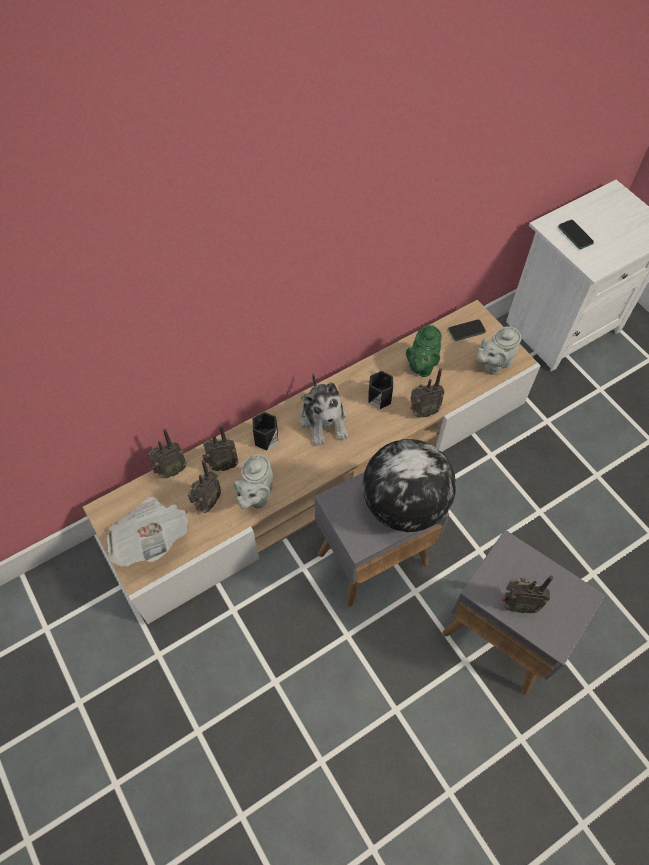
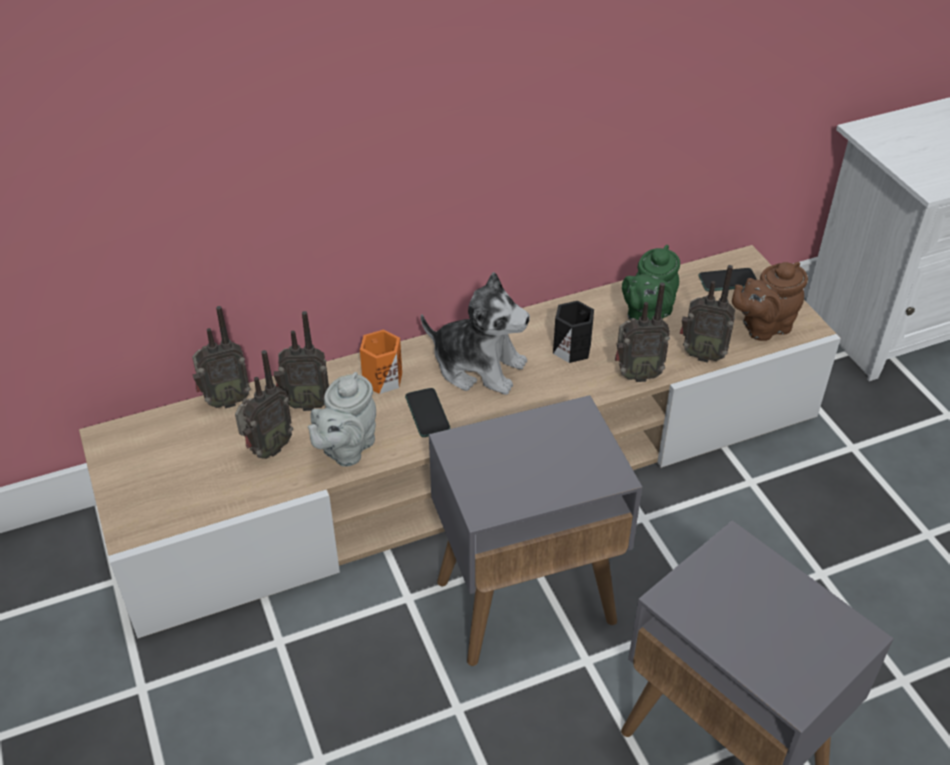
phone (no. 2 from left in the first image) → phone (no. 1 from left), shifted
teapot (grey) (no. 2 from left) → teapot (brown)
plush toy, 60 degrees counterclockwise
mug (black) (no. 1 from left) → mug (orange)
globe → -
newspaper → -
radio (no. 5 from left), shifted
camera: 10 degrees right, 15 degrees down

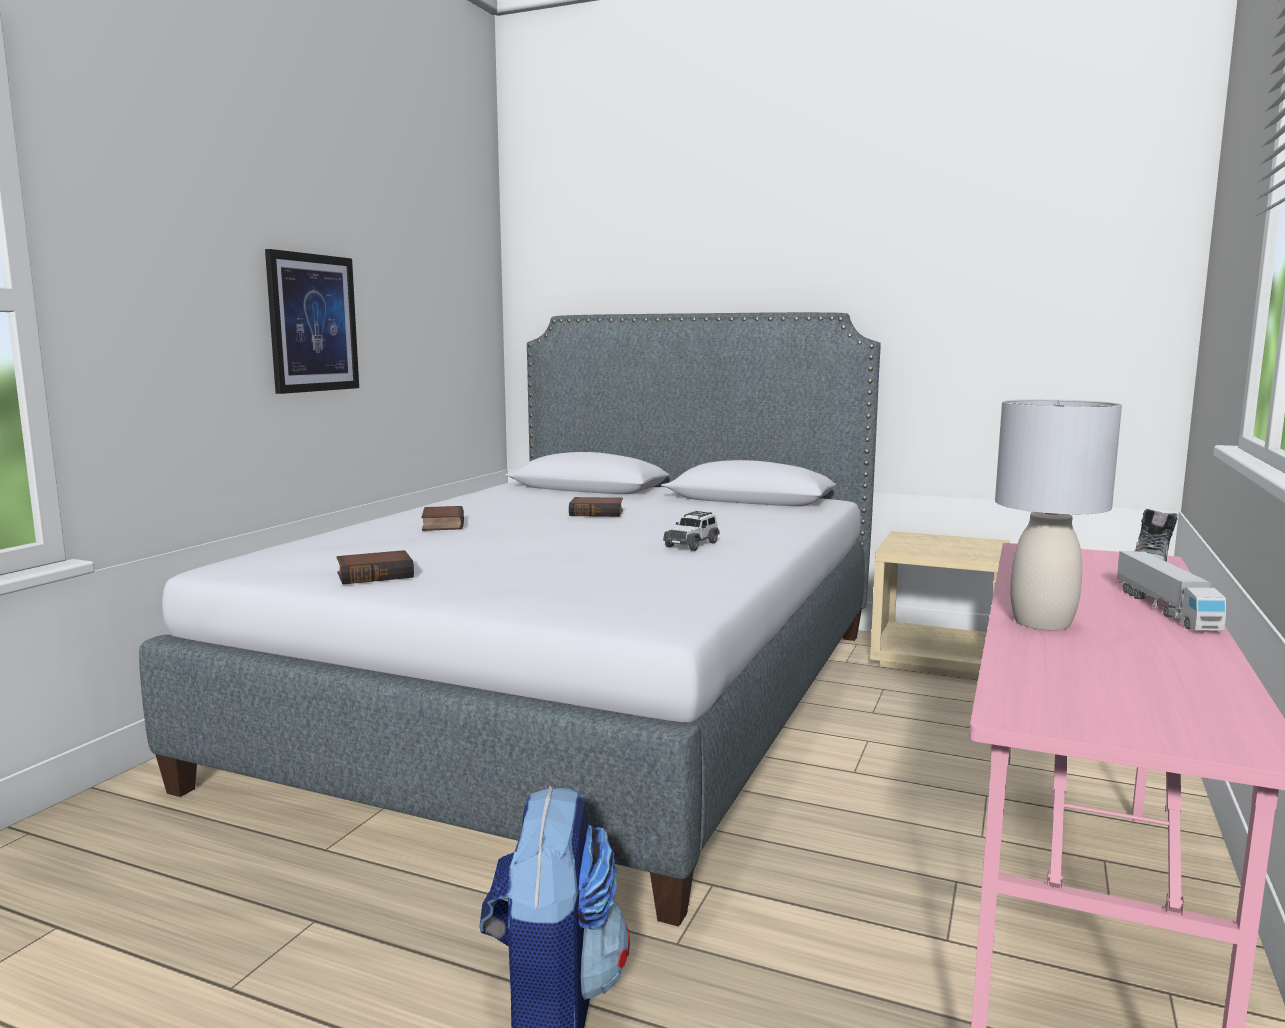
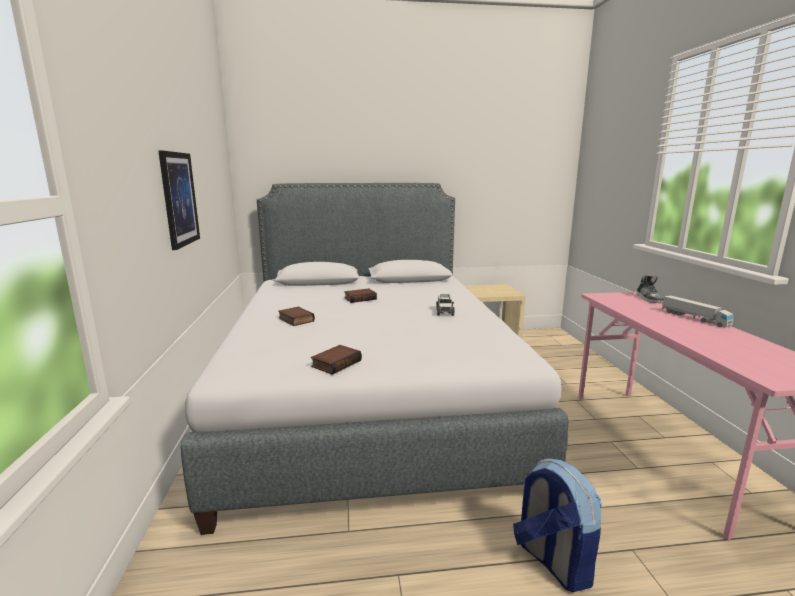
table lamp (grey) → -
camera: 30 degrees left, 5 degrees up

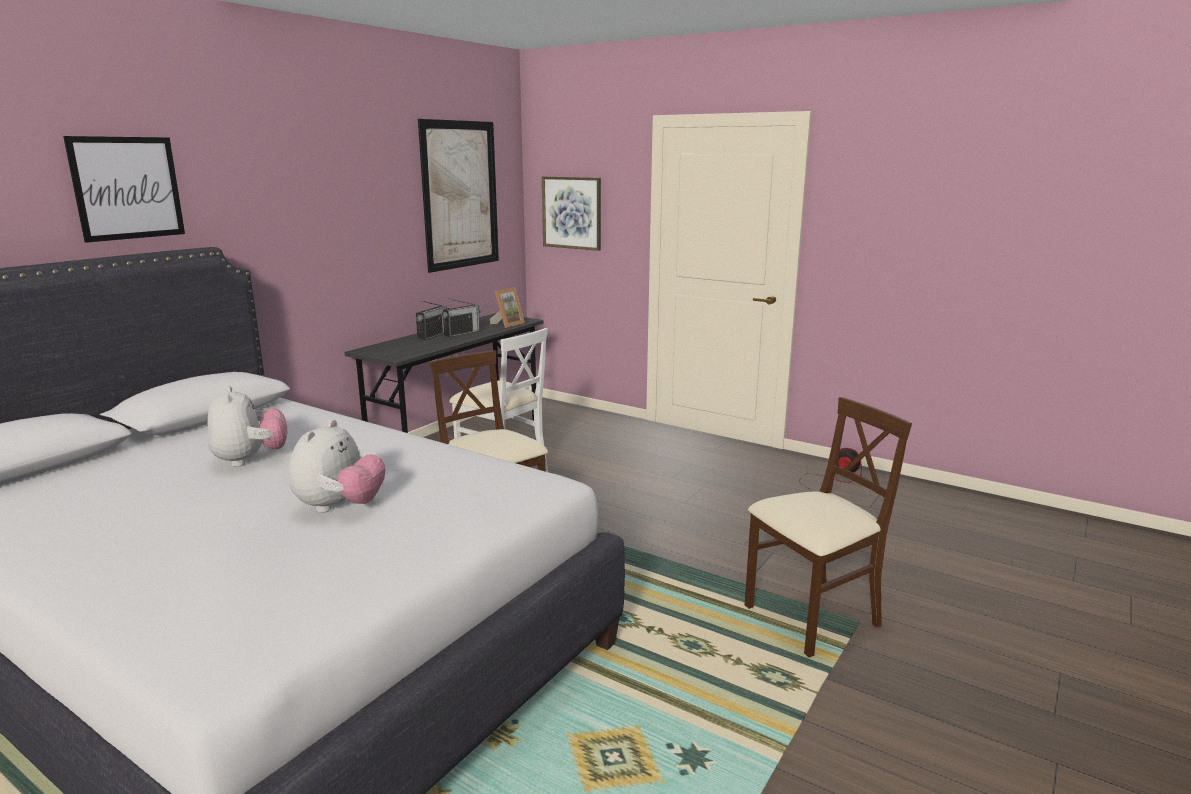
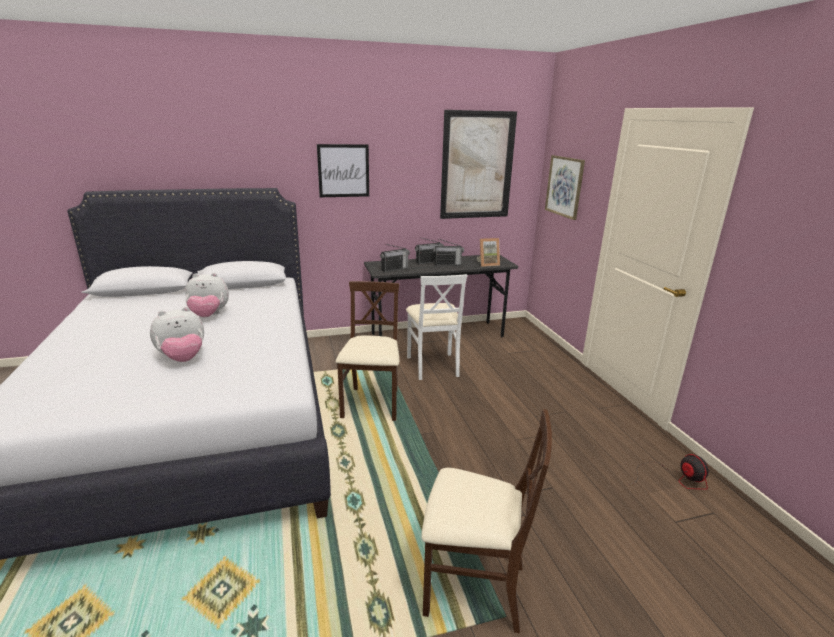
picture (no. 1 from left), shifted
plush toy (no. 1 from left in the first image) → plush toy (no. 2 from left), 60 degrees clockwise
- → radio (no. 1 from left)
camera: 40 degrees right, 5 degrees up

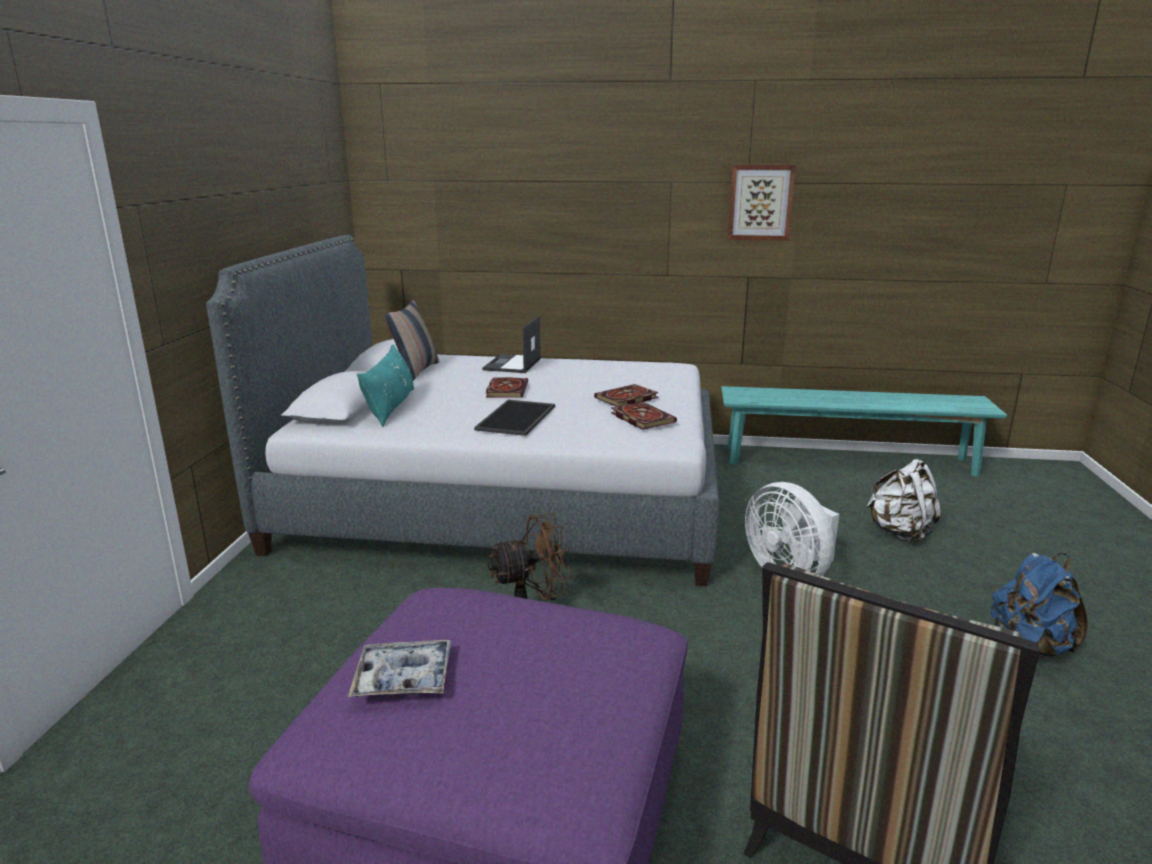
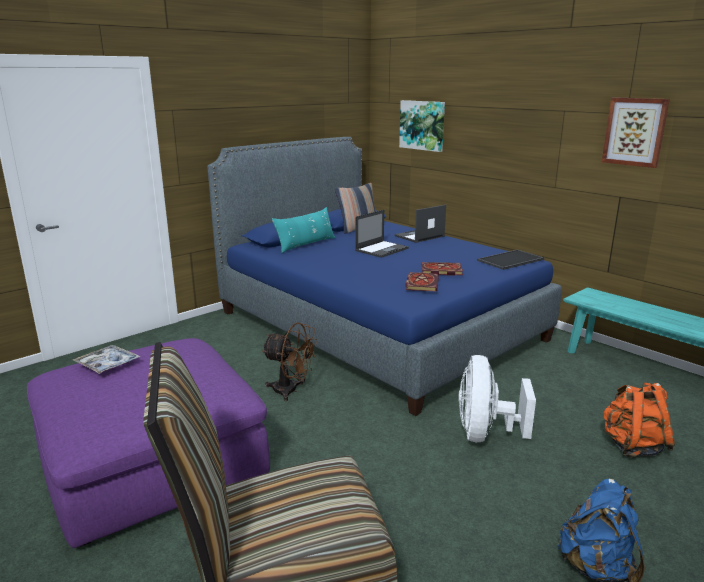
bed (grey) → bed (blue)
book (no. 1 from left) → laptop (no. 1 from left)
tray (no. 2 from left), shifted
backpack (white) → backpack (orange)
- → picture (no. 1 from left)
camera: 40 degrees right, 0 degrees up

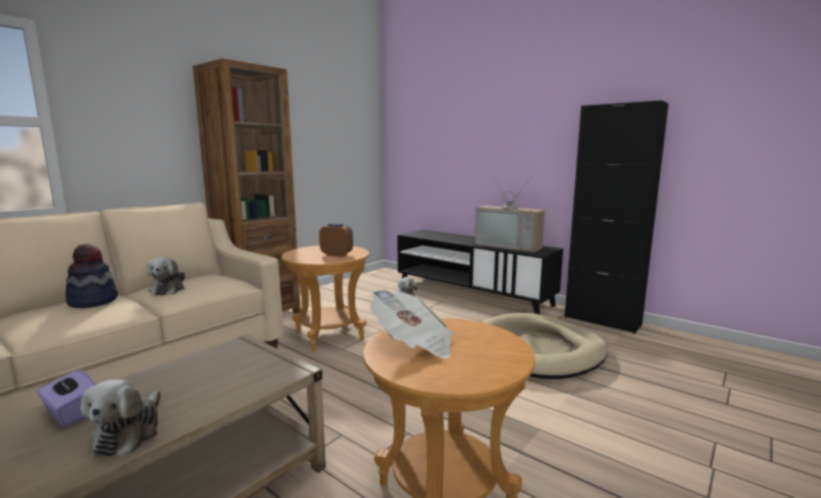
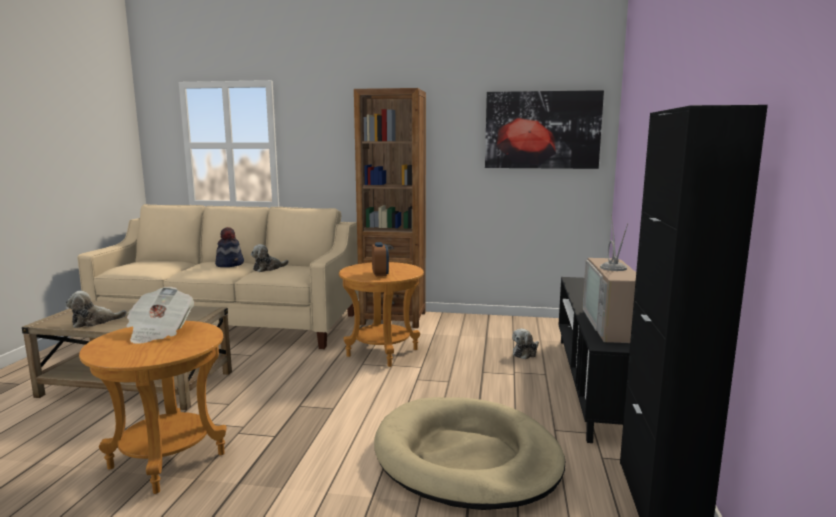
tissue box (purple) → -
- → picture
camera: 60 degrees right, 0 degrees up

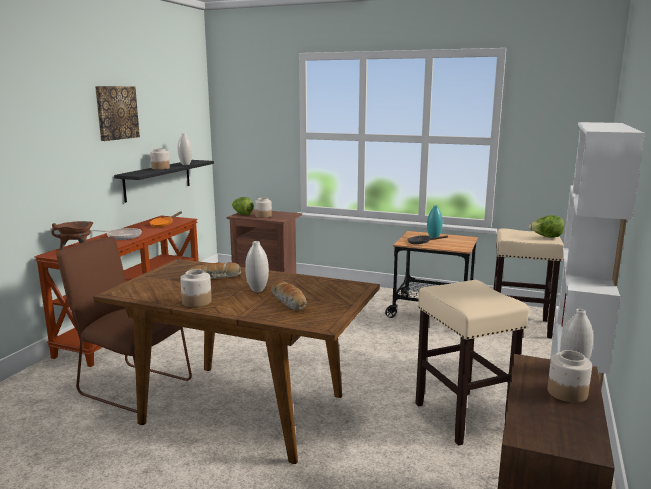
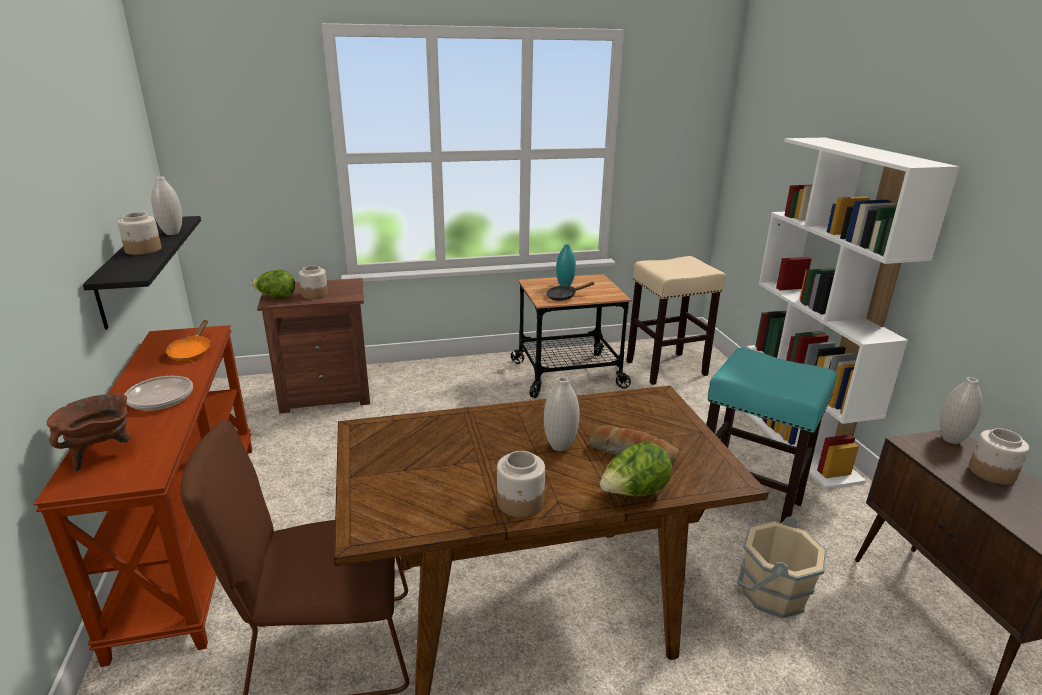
picture → -
lettuce (no. 2 from left), shifted
bread (no. 1 from left) → -
stool (beige) (no. 1 from left) → stool (turquoise)
- → bucket (beige)
camera: 35 degrees left, 10 degrees up

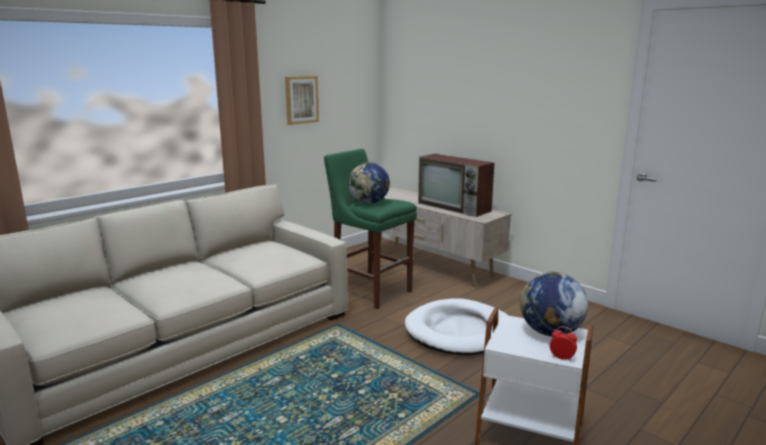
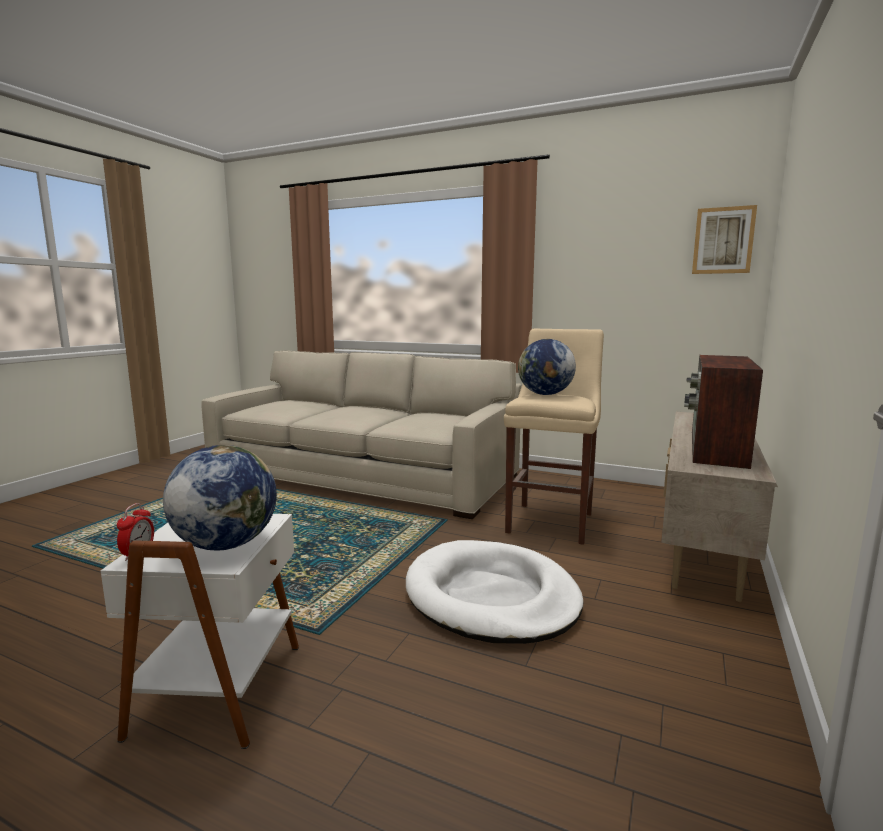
picture, shifted
stool (green) → stool (beige)
camera: 70 degrees right, 5 degrees down

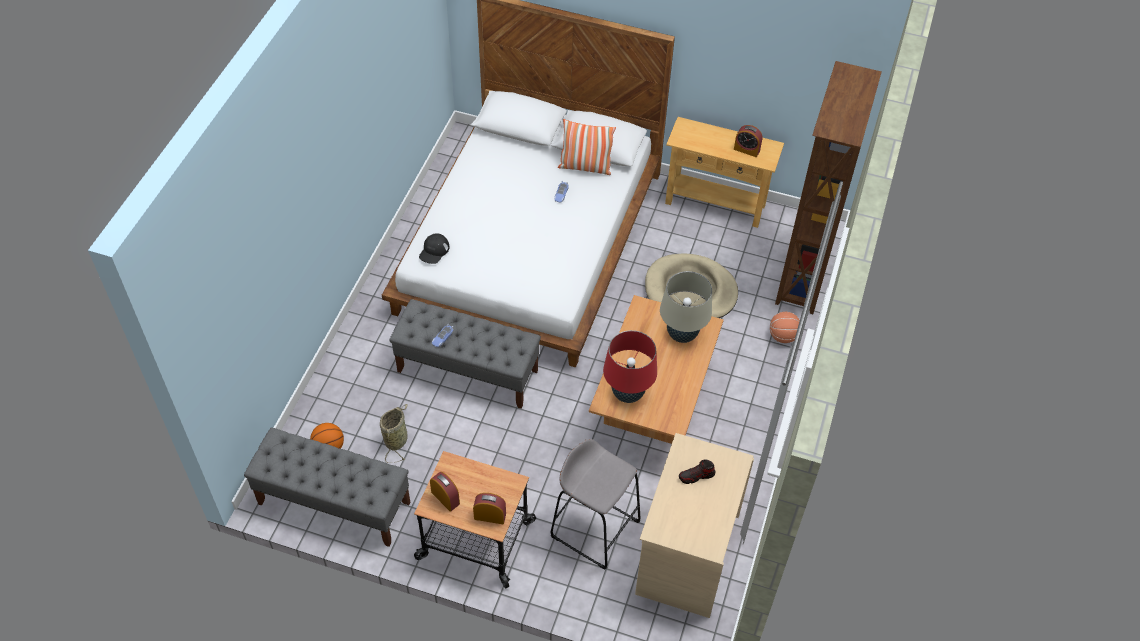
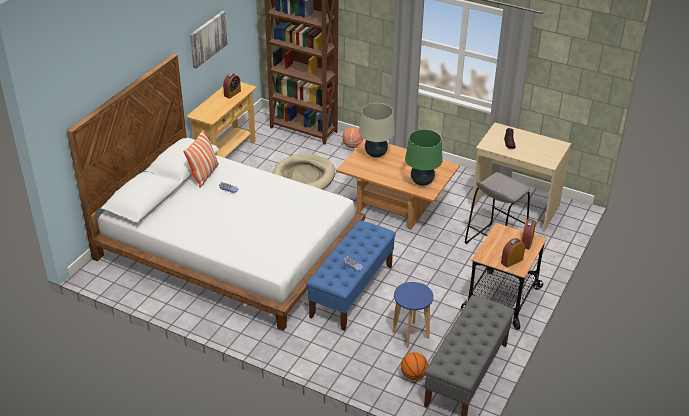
cap (black) → -
bench (grey) (no. 2 from left) → bench (blue)
table lamp (red) → table lamp (green)
basket → stool (blue)
- → picture
camera: 80 degrees left, 15 degrees down

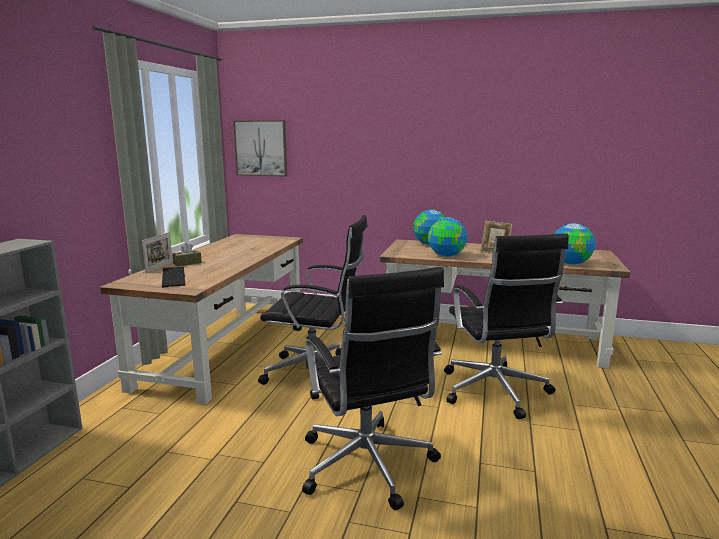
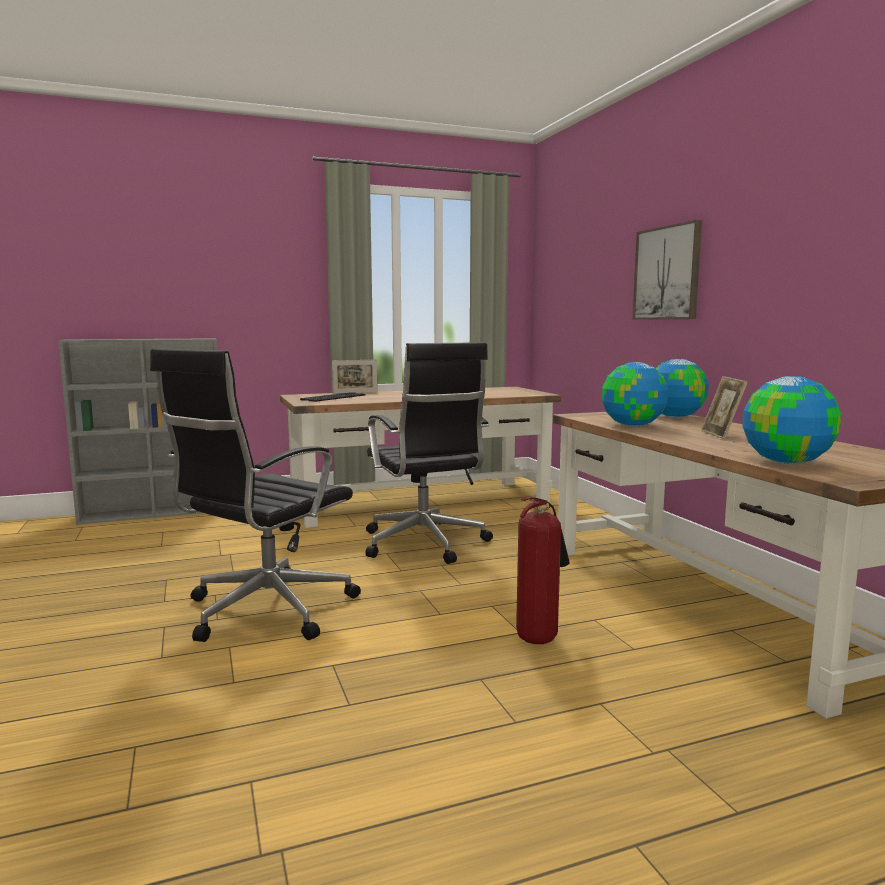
picture, shifted
office chair (black) (no. 3 from left) → fire extinguisher
tissue box (brown) → -
camera: 55 degrees right, 5 degrees down

